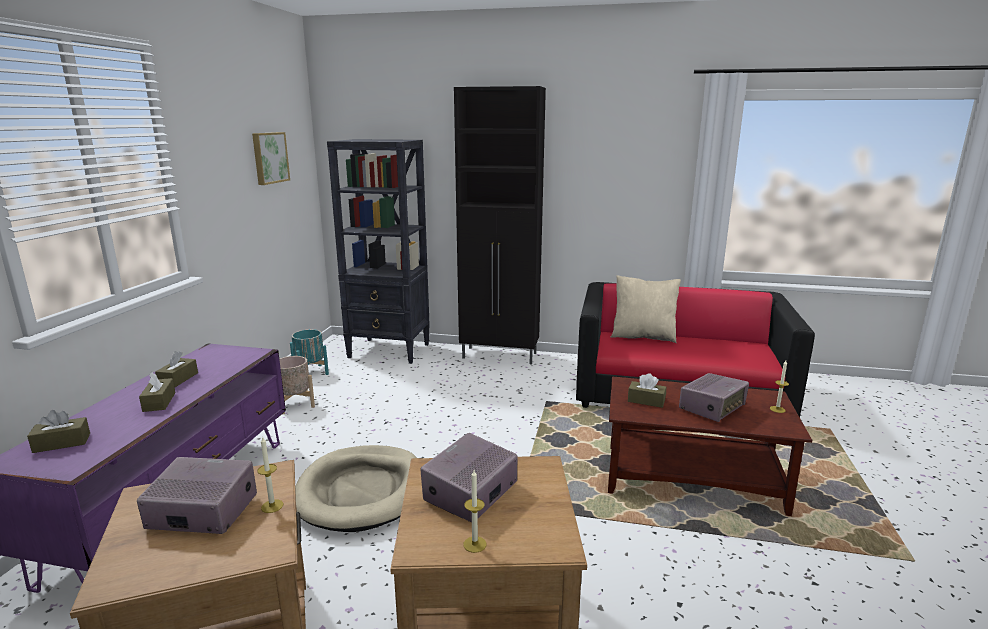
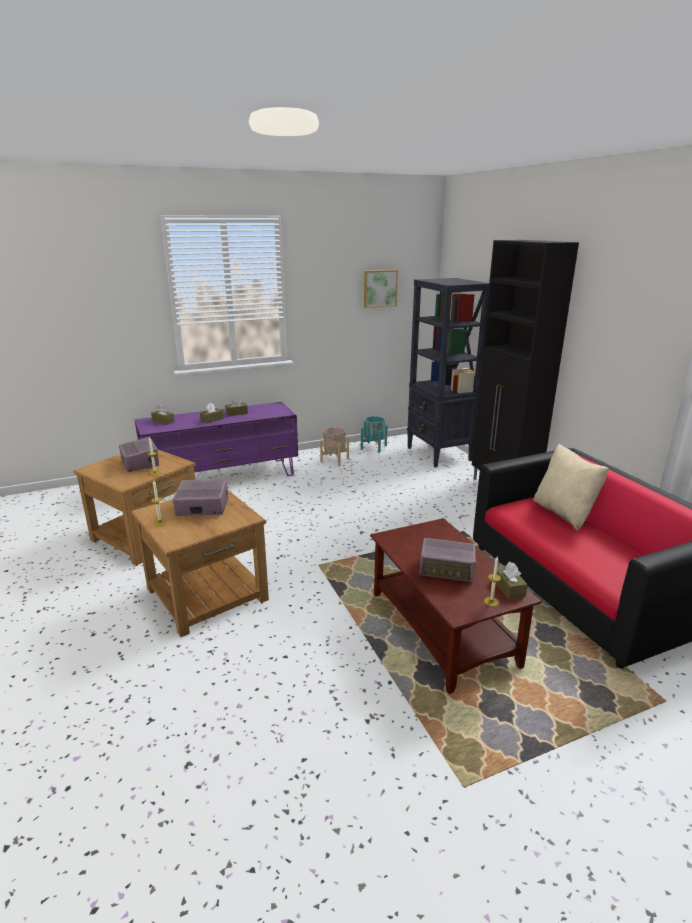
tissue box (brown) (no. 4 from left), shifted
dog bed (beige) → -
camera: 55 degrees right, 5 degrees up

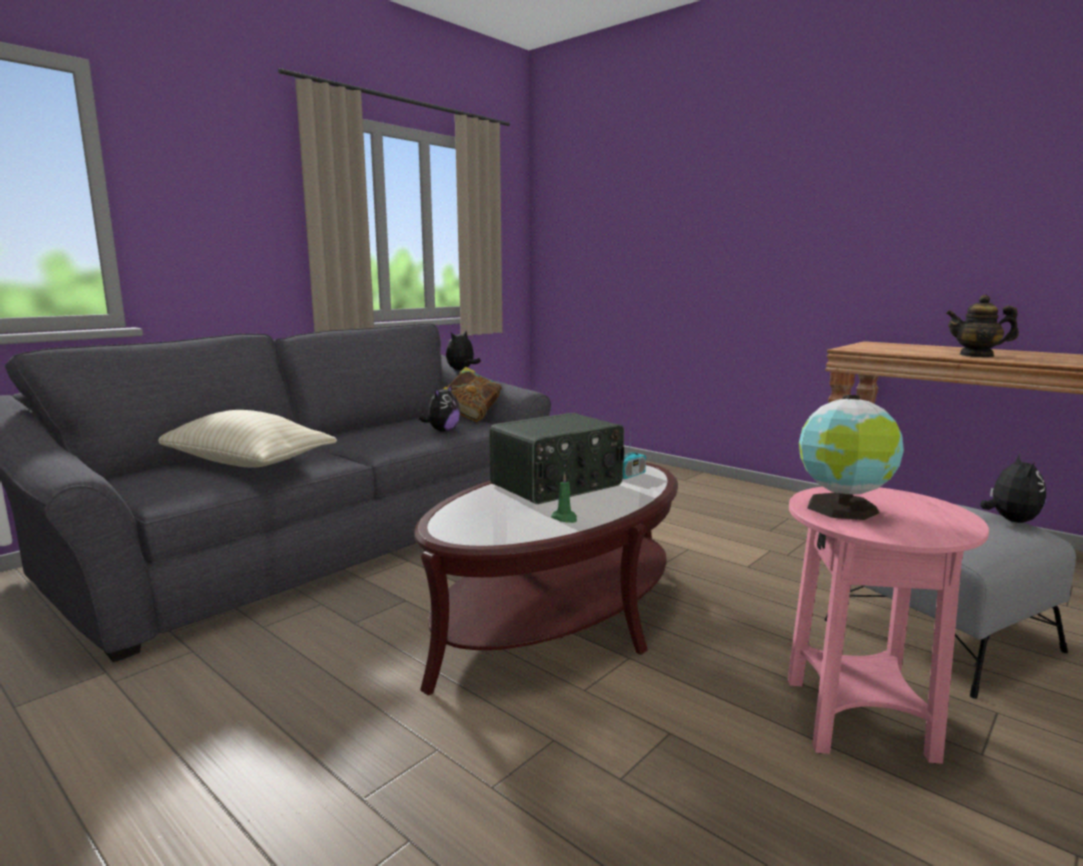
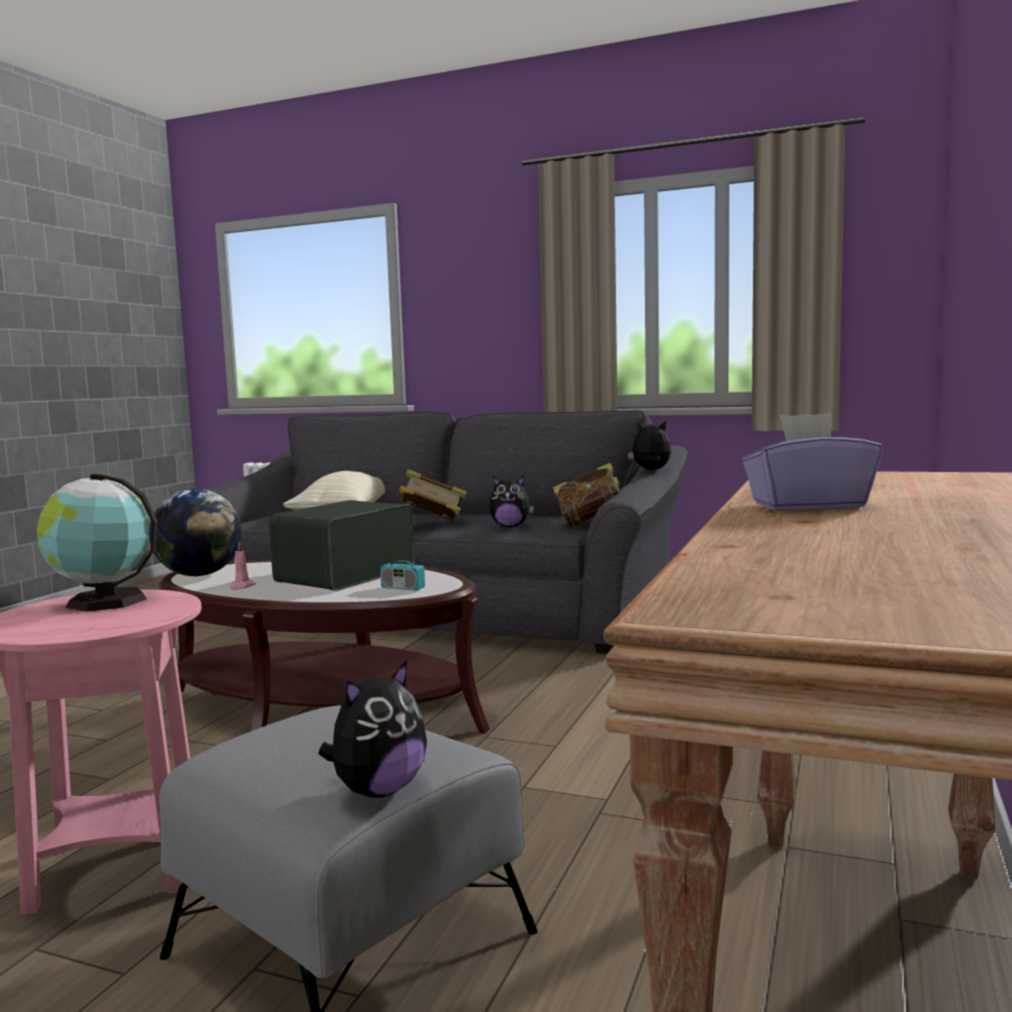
teapot → tissue box (purple)
radio (no. 1 from left), 90 degrees clockwise
plush toy (no. 3 from left in the first image) → plush toy (no. 1 from left), 45 degrees counterclockwise
candle (green) → candle (pink)
- → book (no. 1 from left)
- → globe (no. 2 from left)
camera: 70 degrees right, 5 degrees down

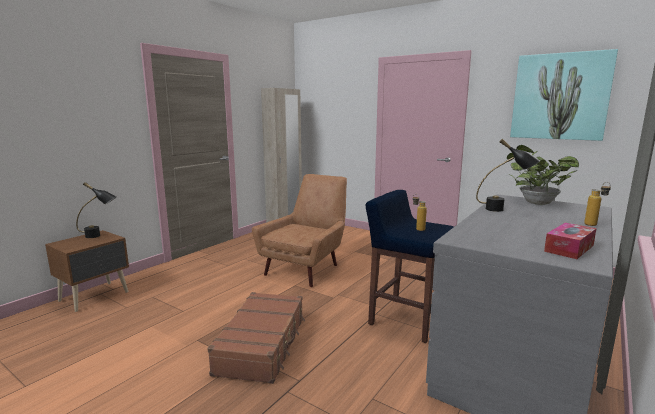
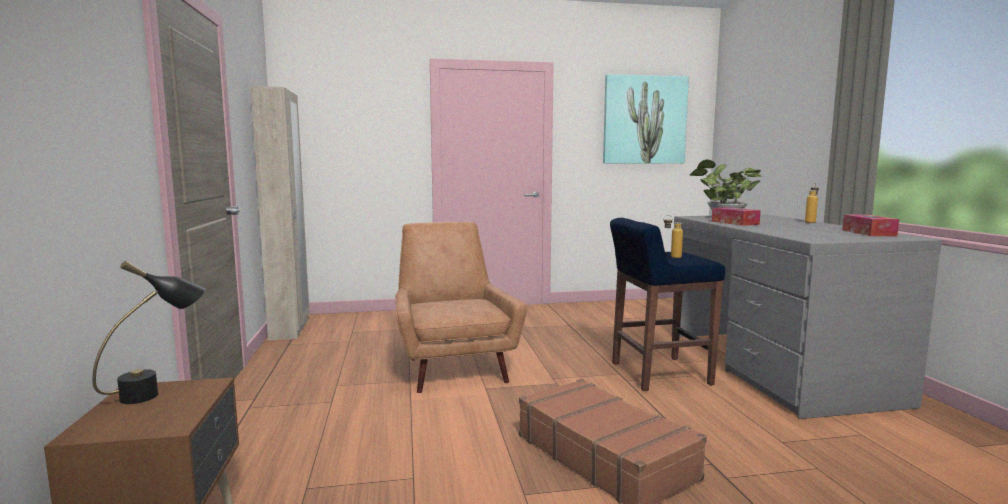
table lamp (black) (no. 2 from left) → tissue box (no. 1 from left)
camera: 45 degrees left, 5 degrees down

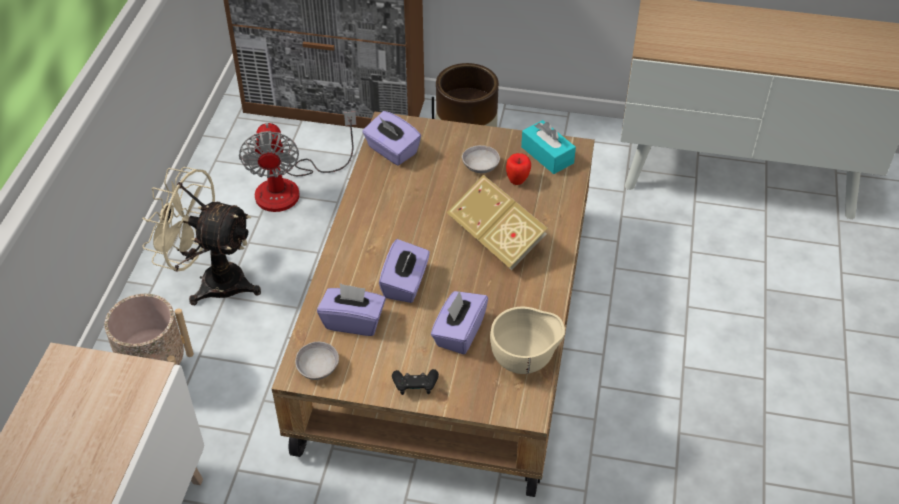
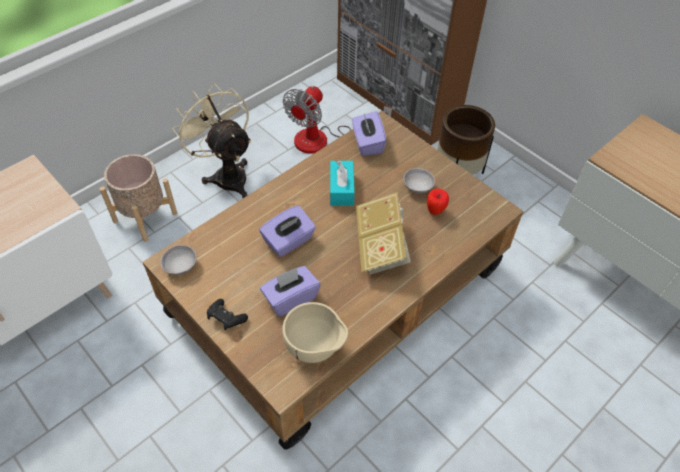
tissue box (turquoise), shifted
tissue box (purple) (no. 1 from left) → -
camera: 35 degrees right, 5 degrees up

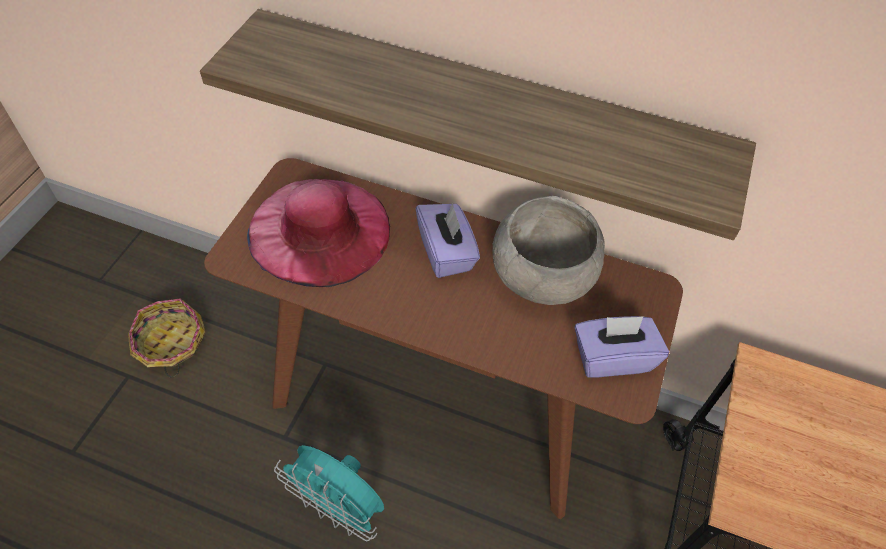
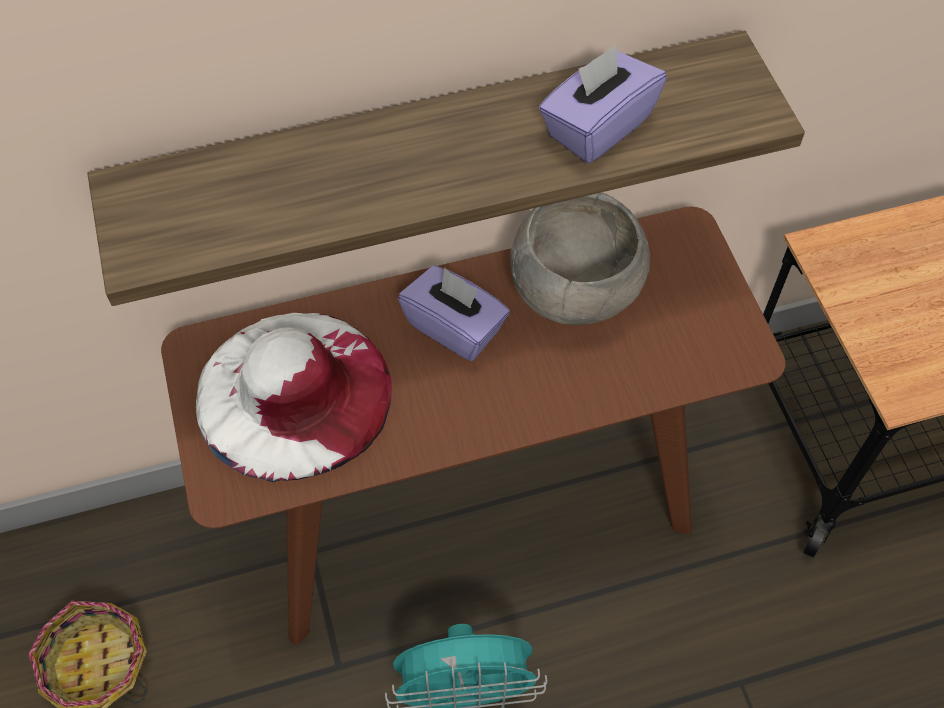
hat (pink) → hat (white)
tissue box (purple) (no. 2 from left), shifted
camera: 35 degrees left, 5 degrees up

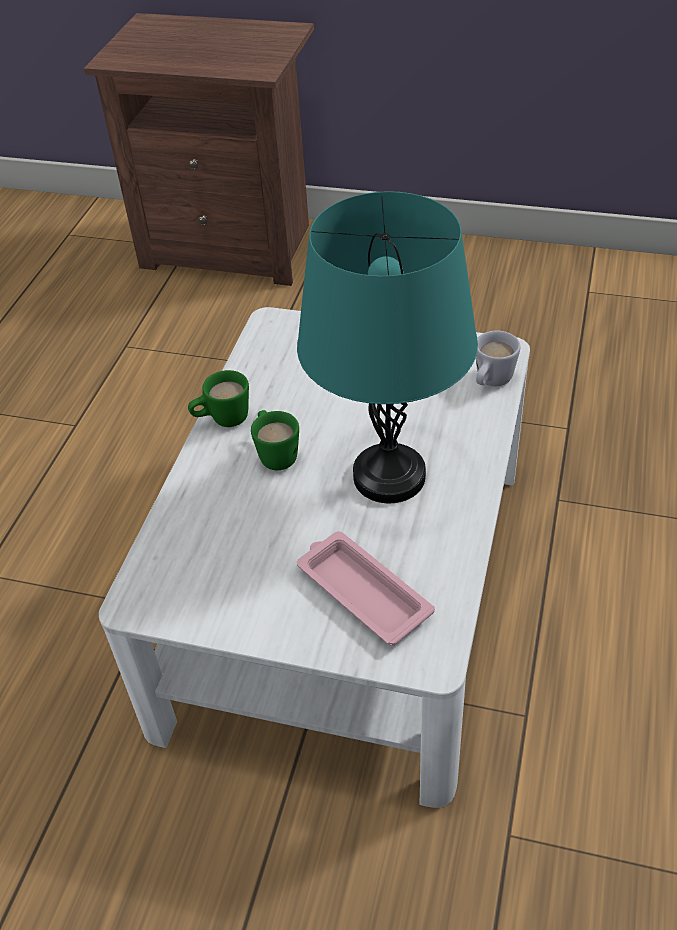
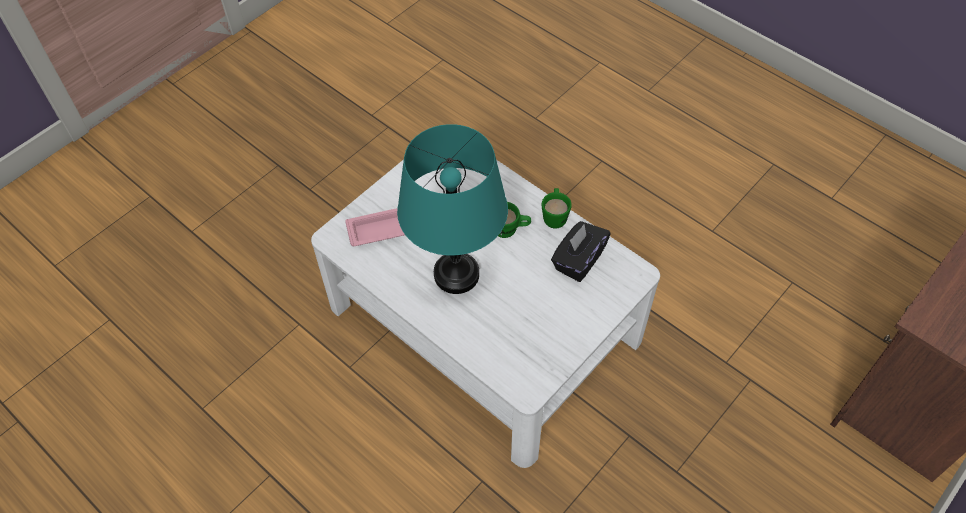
mug (white) → -
- → tissue box (black)
camera: 115 degrees right, 10 degrees up

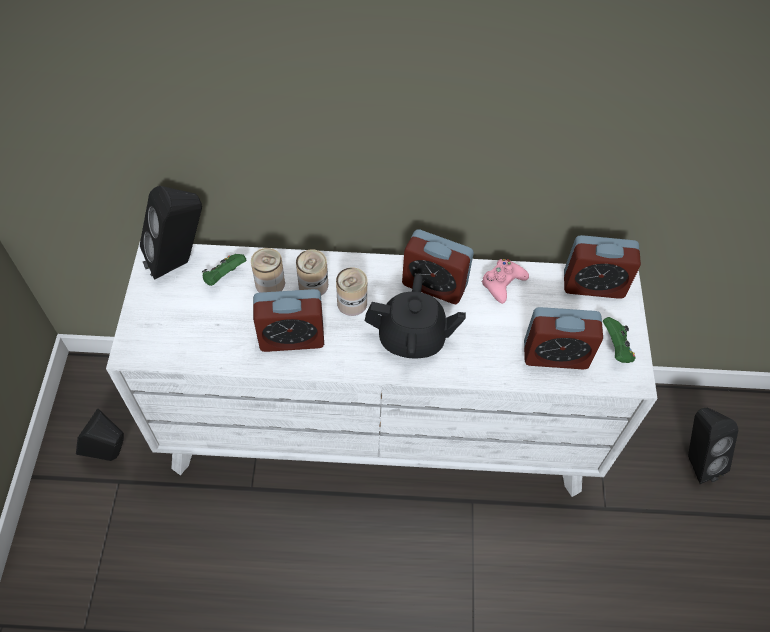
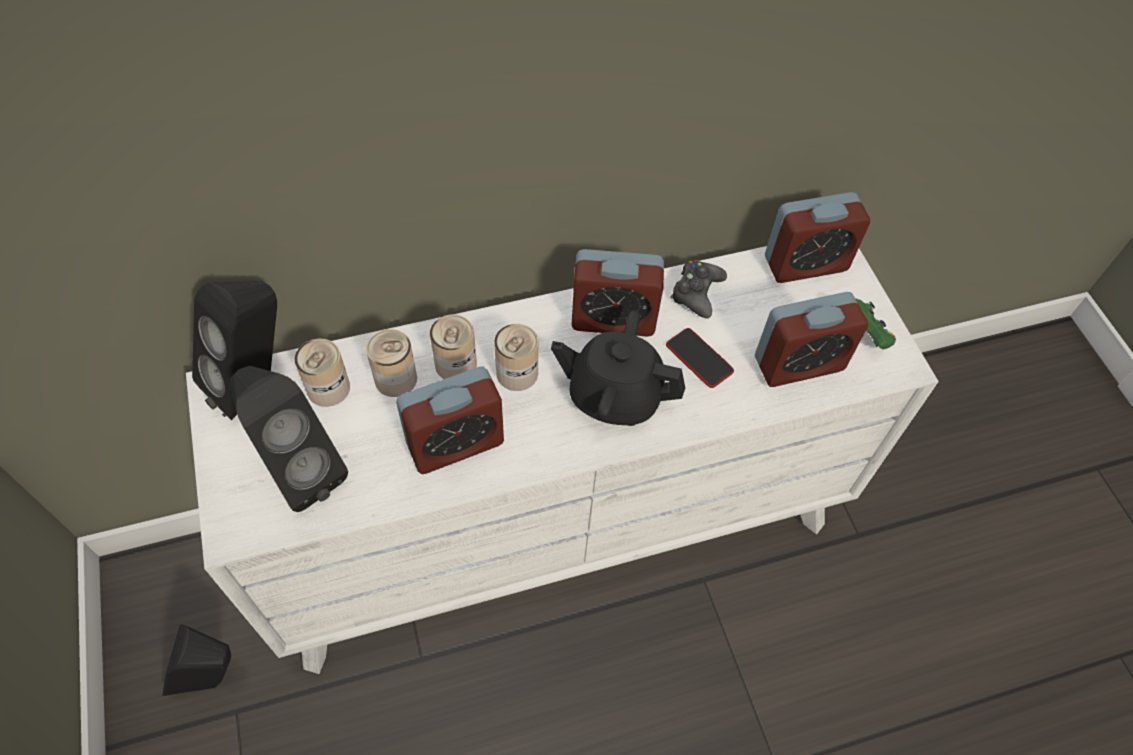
game controller (green) (no. 1 from left) → can (no. 1 from left)
game controller (pink) → game controller (black)
teapot (black), 150 degrees counterclockwise
speaker (black) (no. 3 from left), shifted
- → phone
camera: 20 degrees left, 0 degrees up

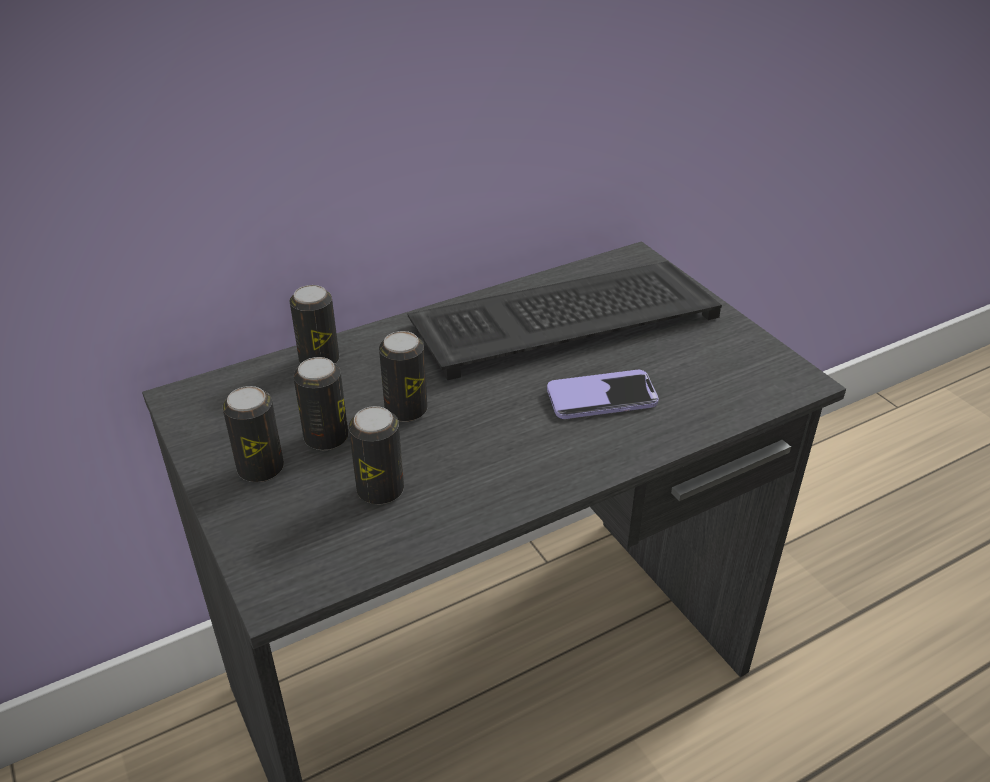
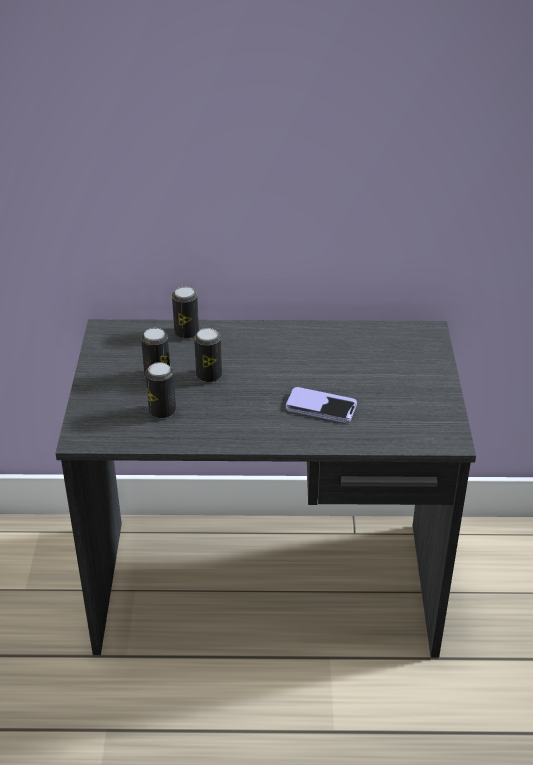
keyboard → -
can (no. 1 from left) → -
camera: 30 degrees right, 0 degrees up

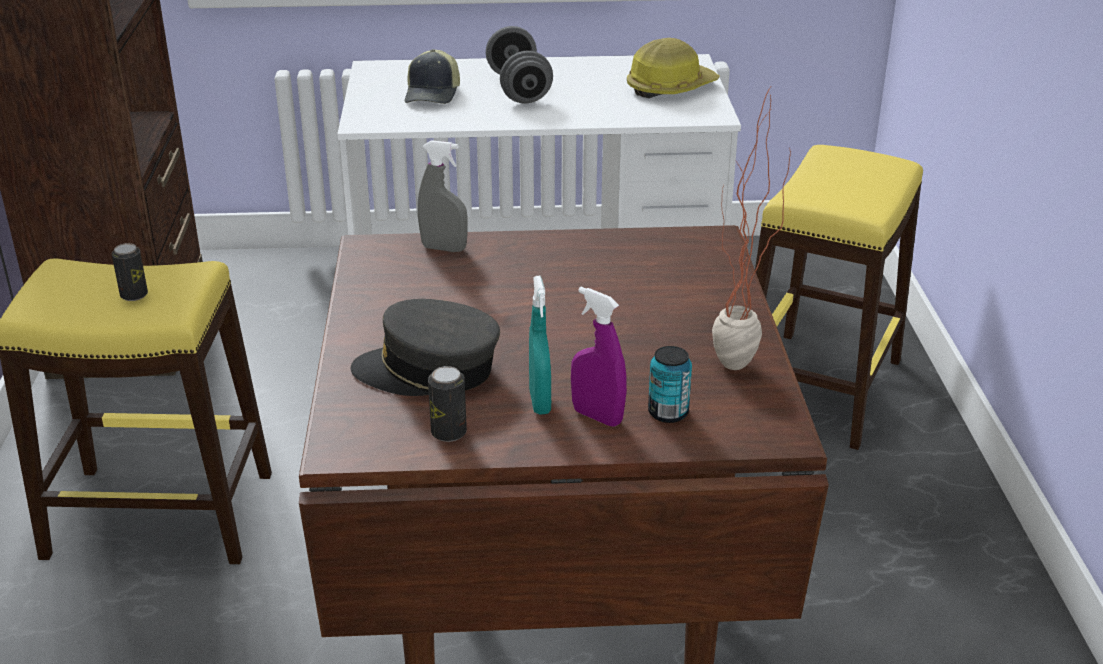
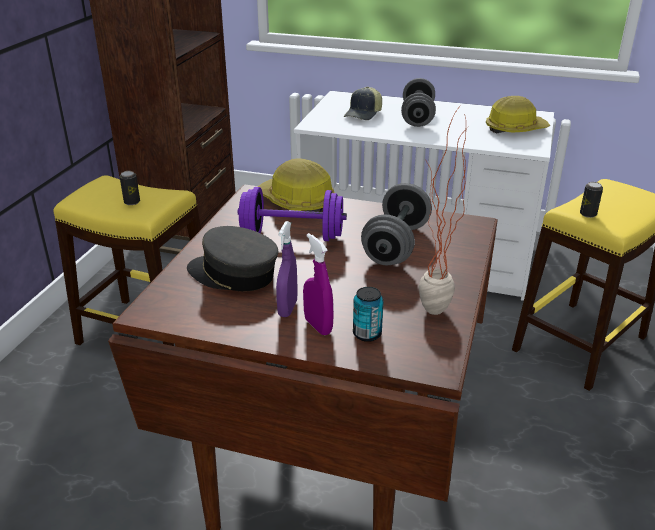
spray bottle (grey) → hard hat (no. 1 from left)
spray bottle (turquoise) → spray bottle (purple) (no. 1 from left)
can (no. 2 from left in the first image) → can (no. 3 from left), shifted
- → dumbbell (grey) (no. 1 from left)
- → dumbbell (purple)
camera: 20 degrees right, 0 degrees up

